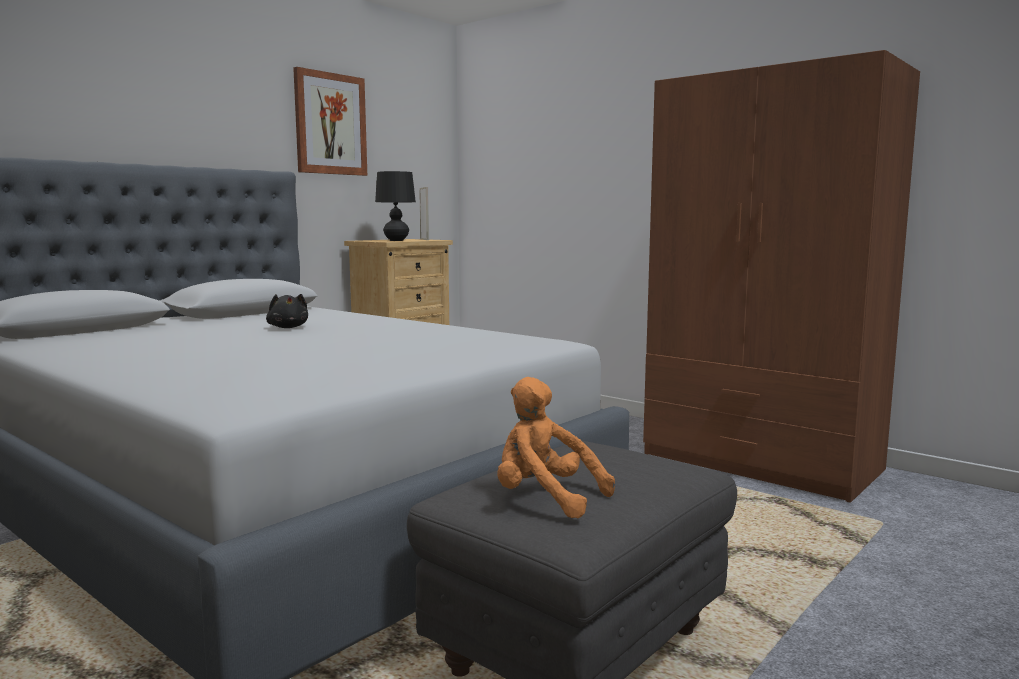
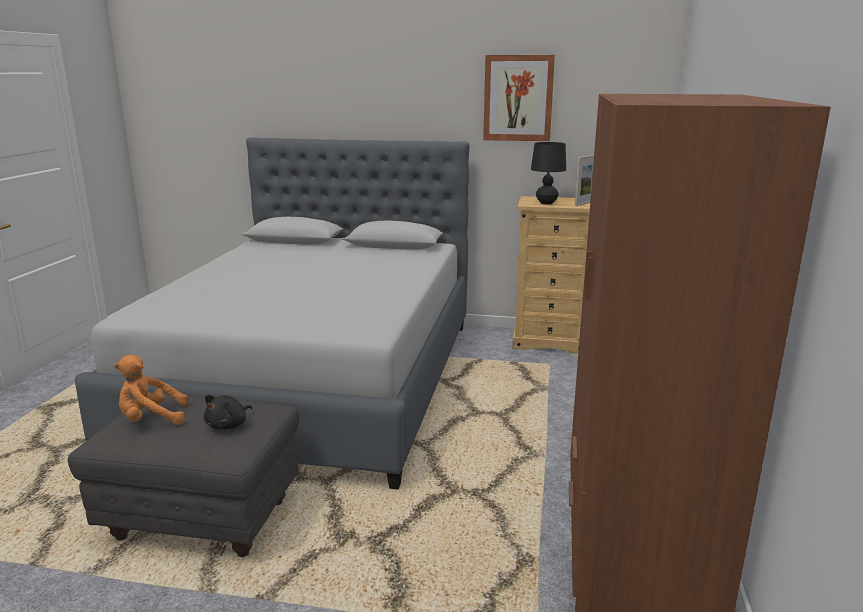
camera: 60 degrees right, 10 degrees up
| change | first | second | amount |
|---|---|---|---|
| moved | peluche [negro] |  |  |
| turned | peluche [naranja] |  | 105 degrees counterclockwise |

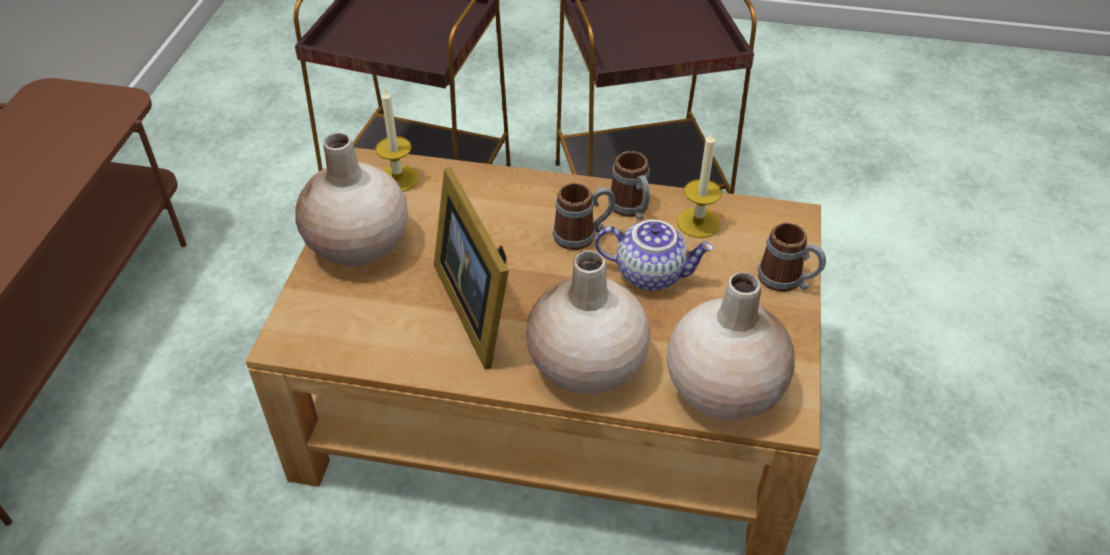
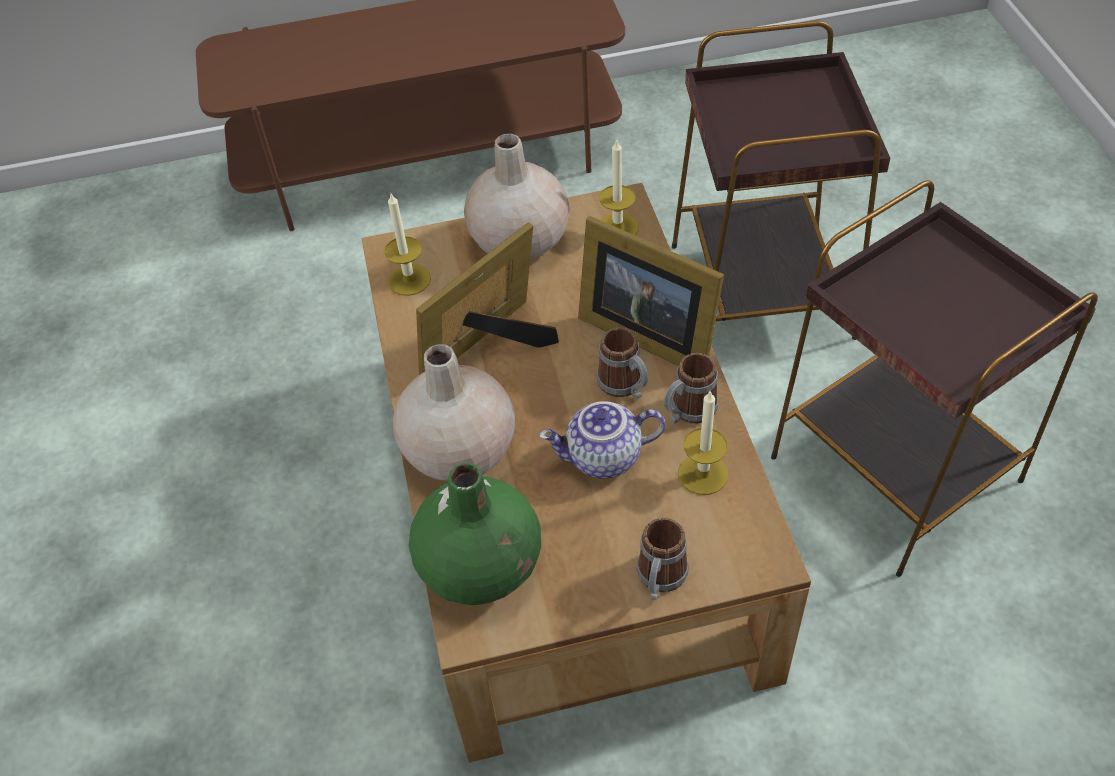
camera: 70 degrees right, 5 degrees up
| change | first | second | amount |
|---|---|---|---|
| turned | tetera |  | 90 degrees clockwise |
| recoloured | florero [beis] (3rd from left) | florero [verde] |  |
| added |  | vela (1st from left) |  |
| added |  | portarretratos (2nd from left) |  |

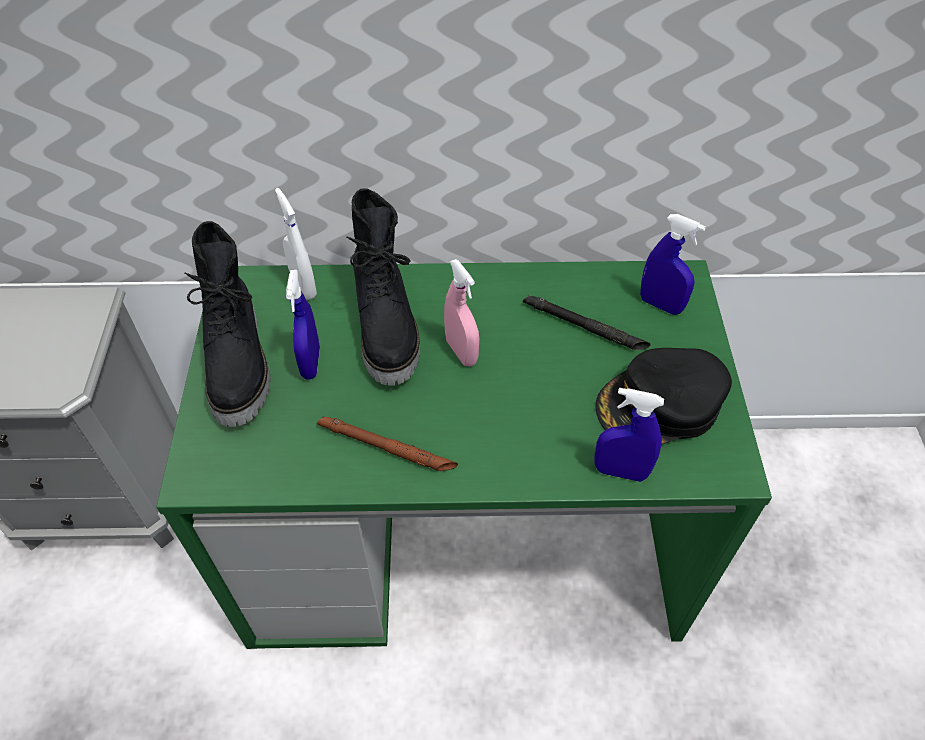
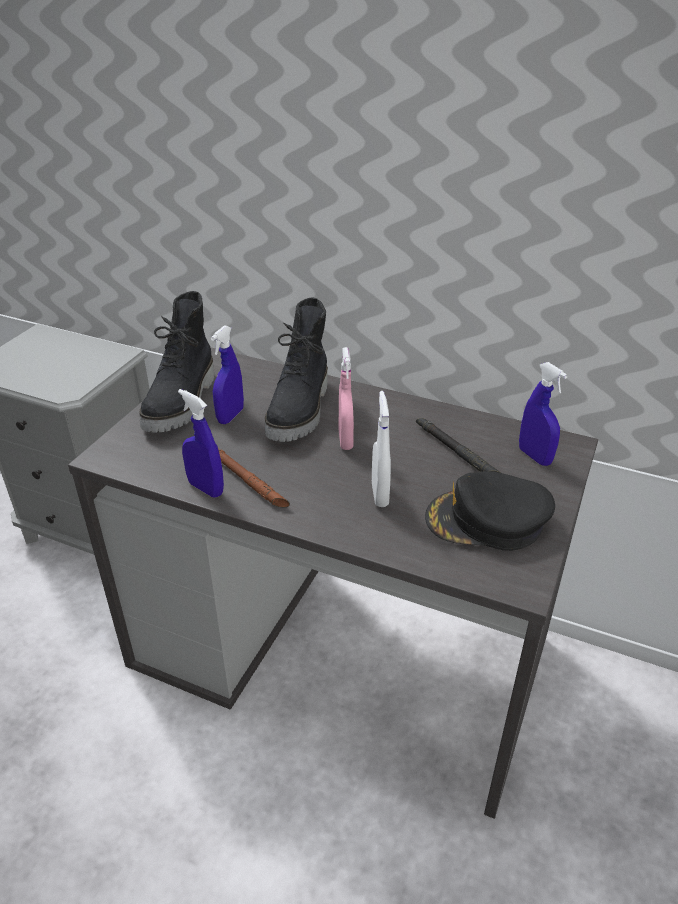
camera: 25 degrees right, 15 degrees down
| change | first | second | amount |
|---|---|---|---|
| moved | pulverizador [blanco] |  |  |
| recoloured | escritorio [verde] | escritorio [gris] |  |
| moved | pulverizador [azul] (2nd from left in the first image) | pulverizador [azul] (1st from left) |  |

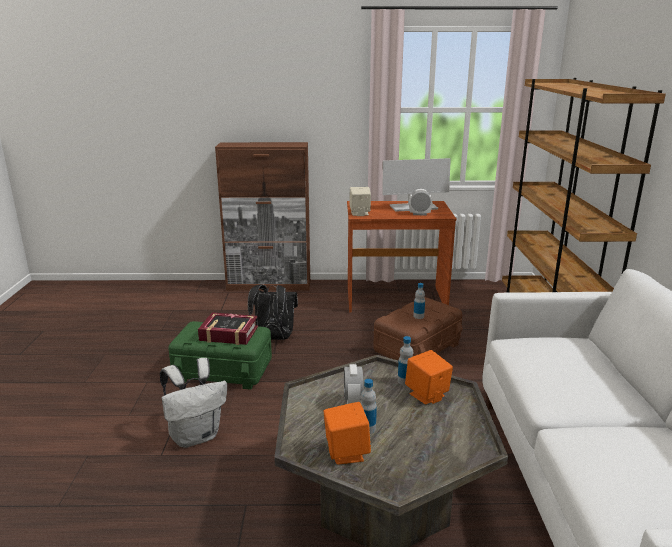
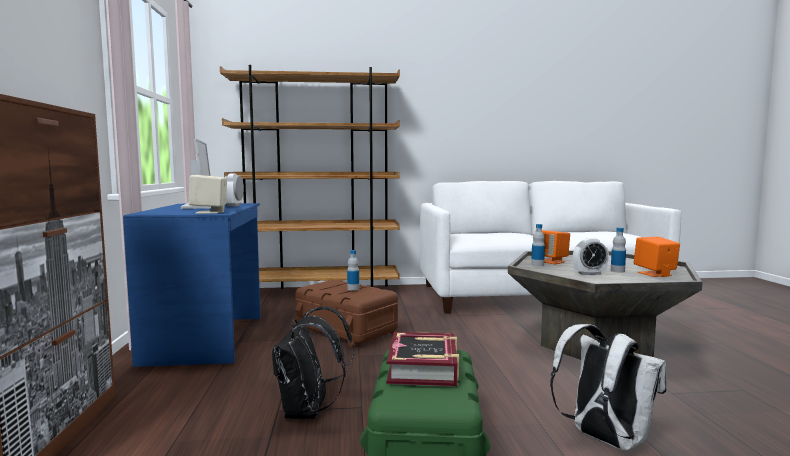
camera: 95 degrees left, 15 degrees down
| change | first | second | amount |
|---|---|---|---|
| recoloured | escritorio [marrón] | escritorio [azul] |  |

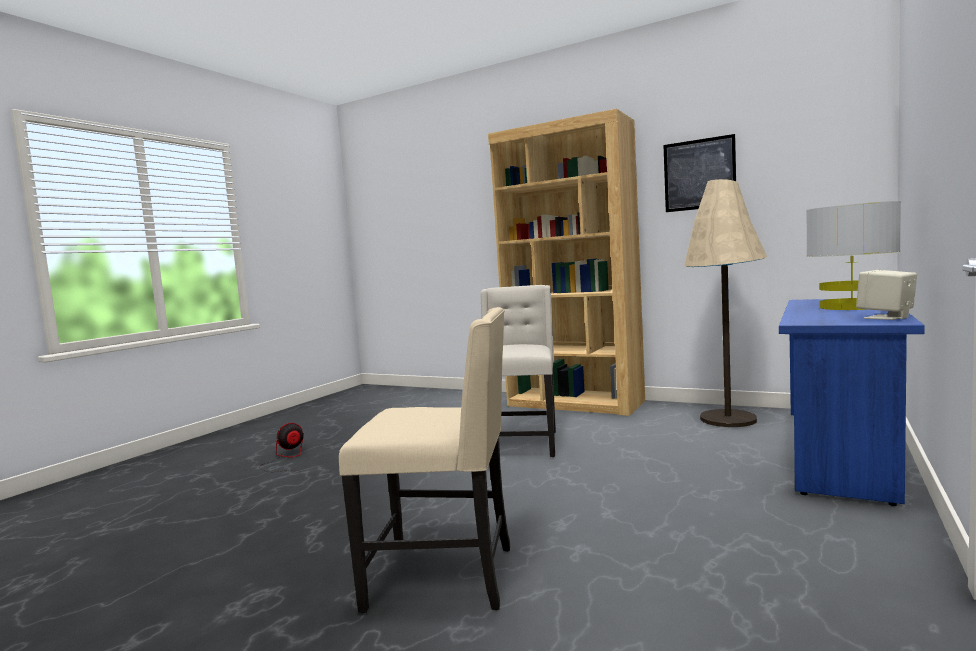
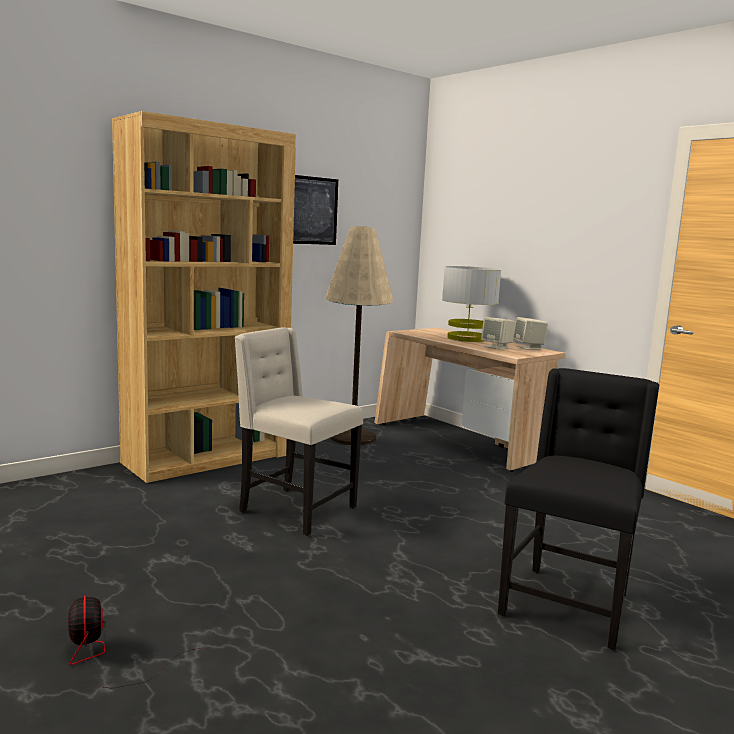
camera: 70 degrees left, 5 degrees up
| change | first | second | amount |
|---|---|---|---|
| recoloured | escritorio [azul] | escritorio [beis] |  |
| recoloured | silla [beis] (1st from left) | silla [negro] |  |
| added |  | altavoz [beis] (1st from left) |  |

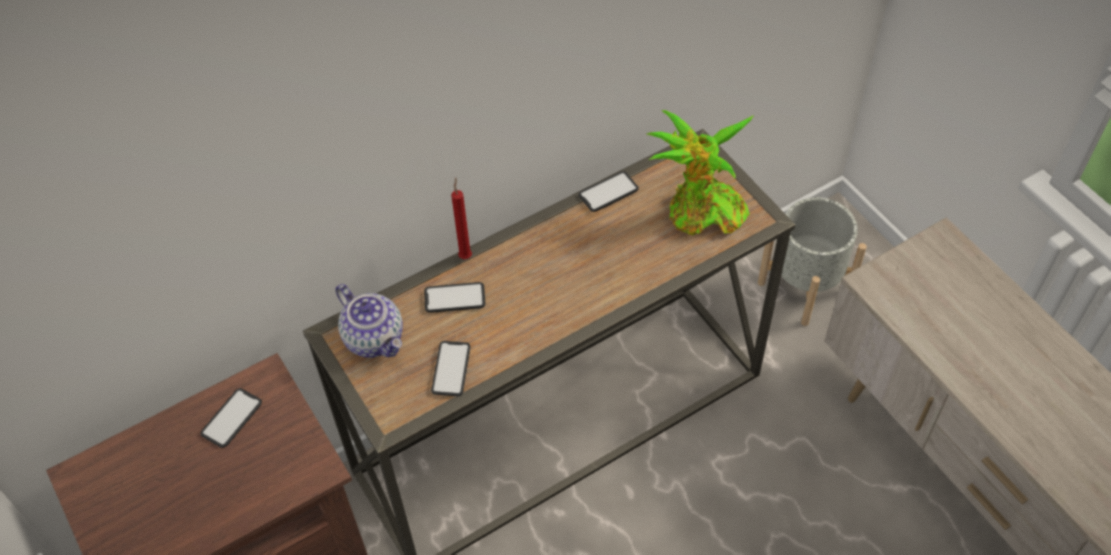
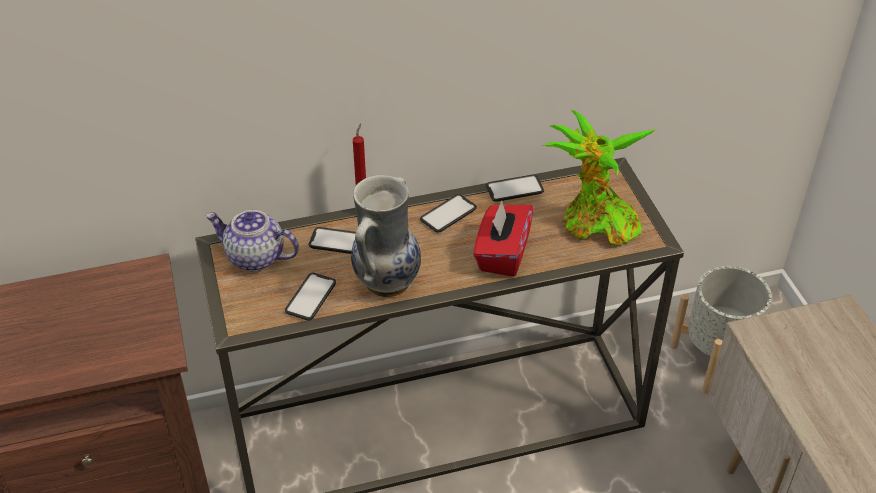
camera: 15 degrees right, 10 degrees down
| change | first | second | amount |
|---|---|---|---|
| turned | tetera |  | 135 degrees clockwise |
| moved | móvil (1st from left in the first image) | móvil (3rd from left) |  |
| added |  | florero |  |
| added |  | caja de pañuelos [rojo] |  |

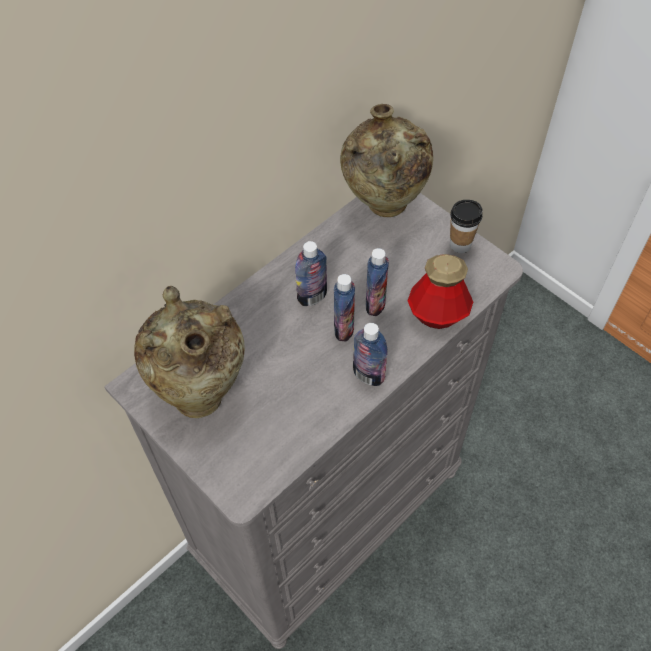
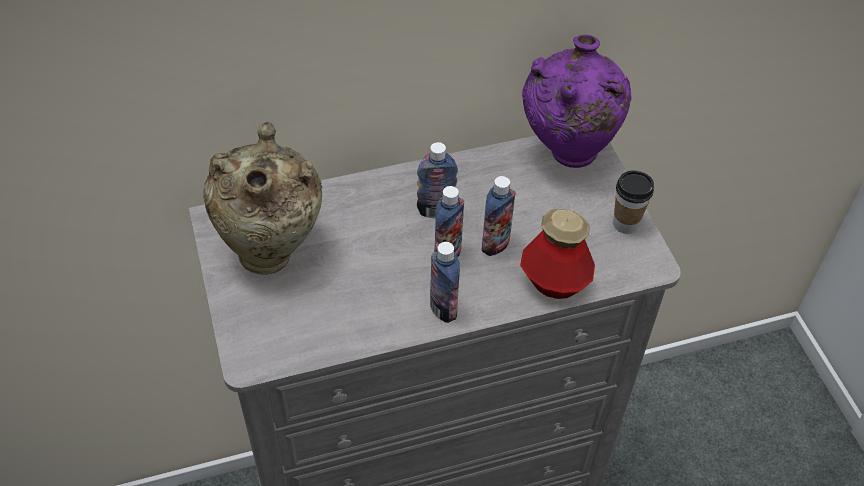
camera: 25 degrees right, 5 degrees down
| change | first | second | amount |
|---|---|---|---|
| recoloured | florero [beis] (2nd from left) | florero [morado] |  |

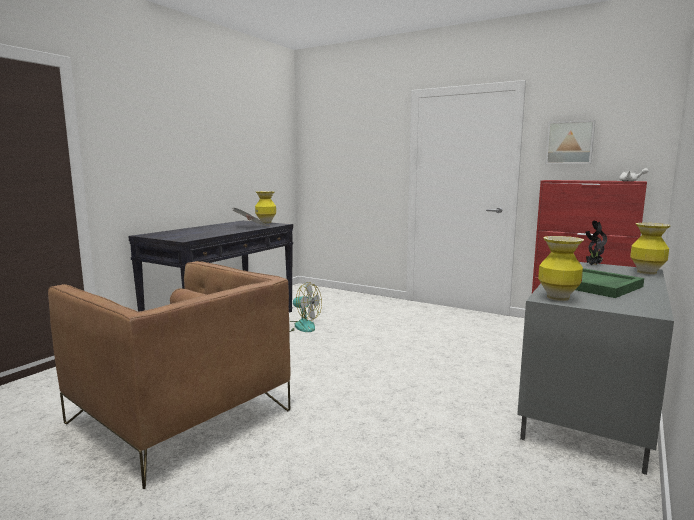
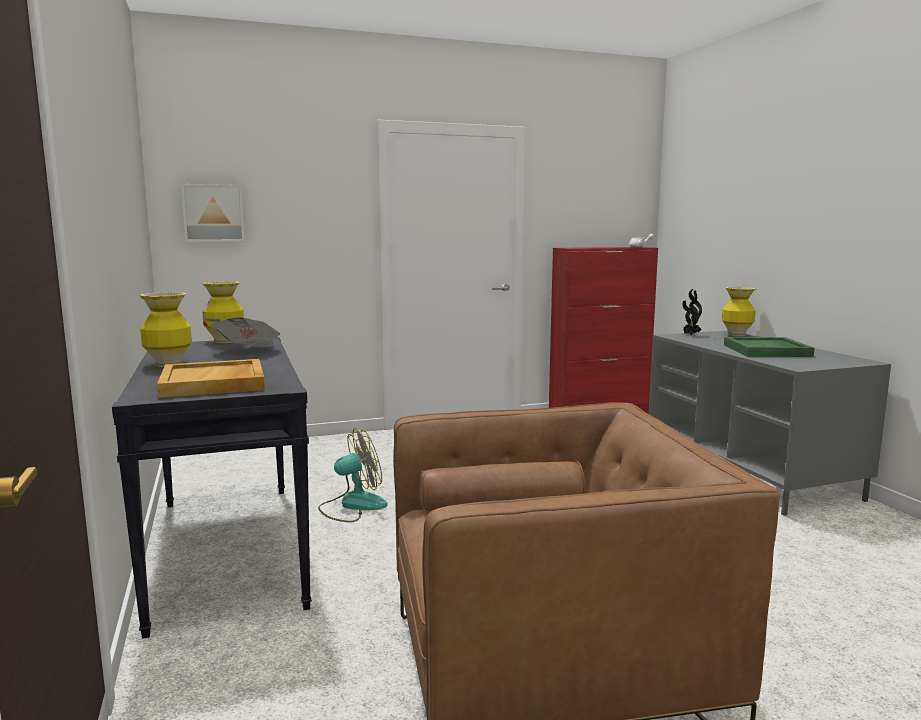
camera: 50 degrees left, 0 degrees up
| change | first | second | amount |
|---|---|---|---|
| moved | cuadro |  |  |
| moved | florero (2nd from left in the first image) | florero (1st from left) |  |
| added |  | bandeja [beis] |  |

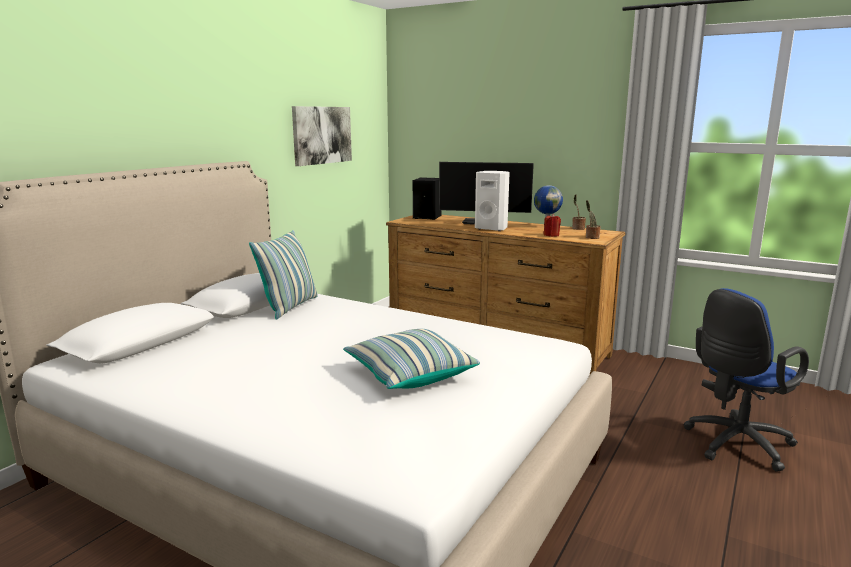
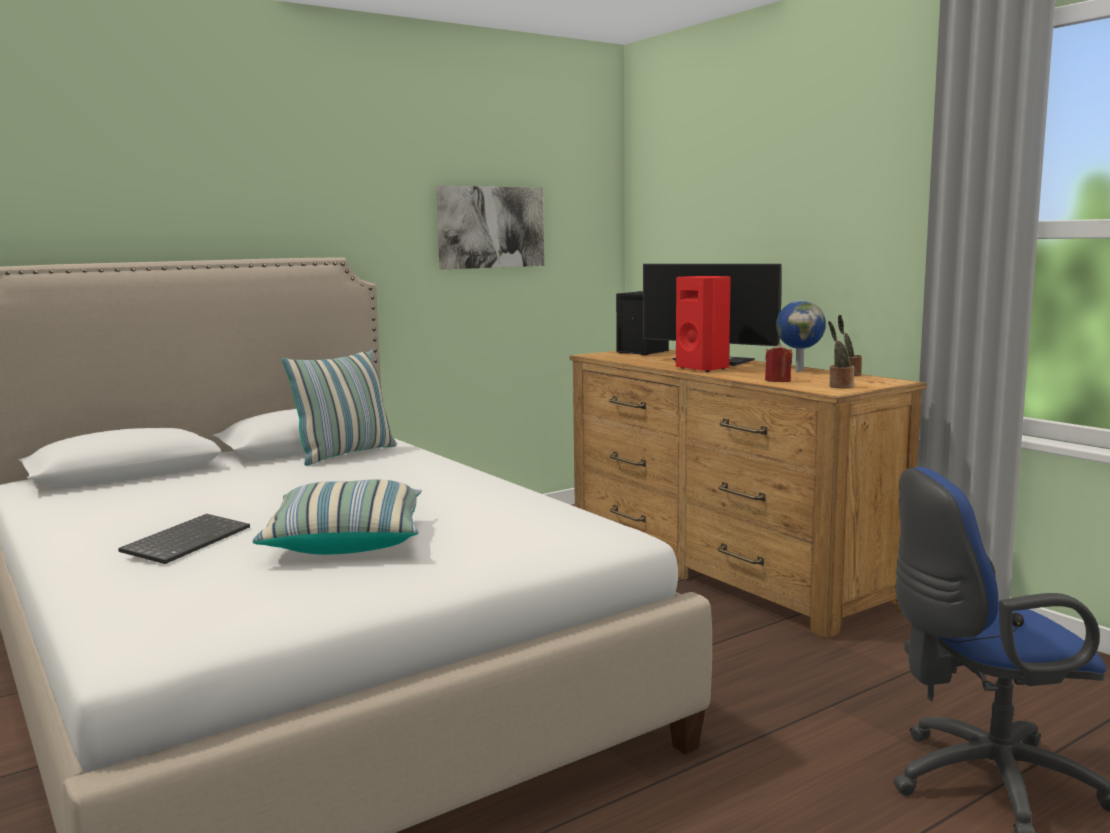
camera: 25 degrees right, 5 degrees down
| change | first | second | amount |
|---|---|---|---|
| recoloured | altavoz [blanco] | altavoz [rojo] |  |
| added |  | teclado |  |

